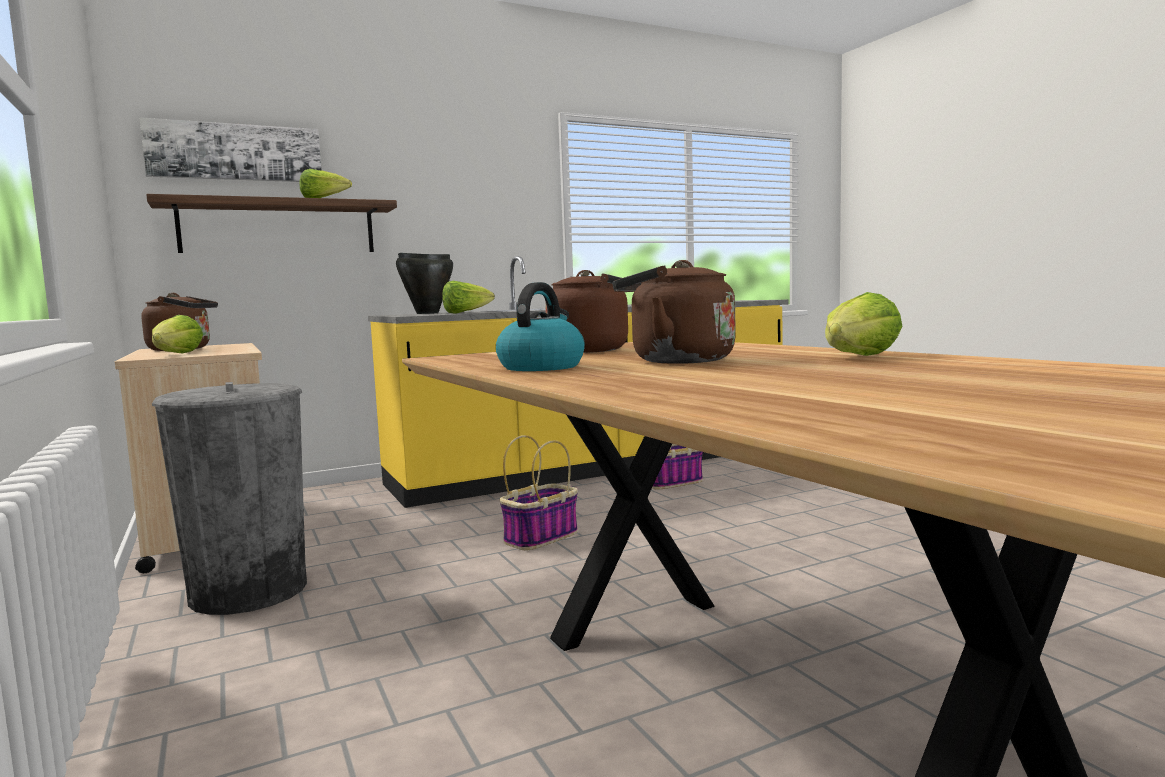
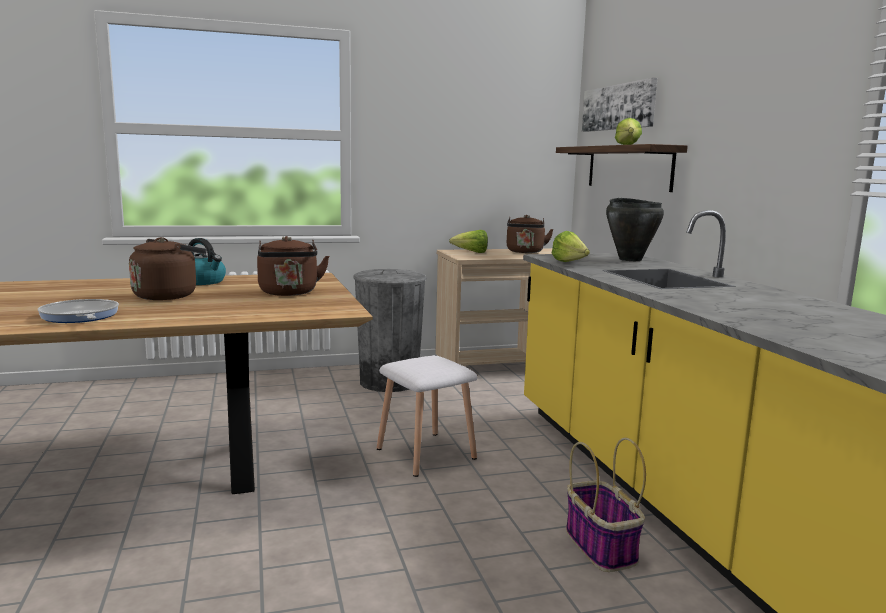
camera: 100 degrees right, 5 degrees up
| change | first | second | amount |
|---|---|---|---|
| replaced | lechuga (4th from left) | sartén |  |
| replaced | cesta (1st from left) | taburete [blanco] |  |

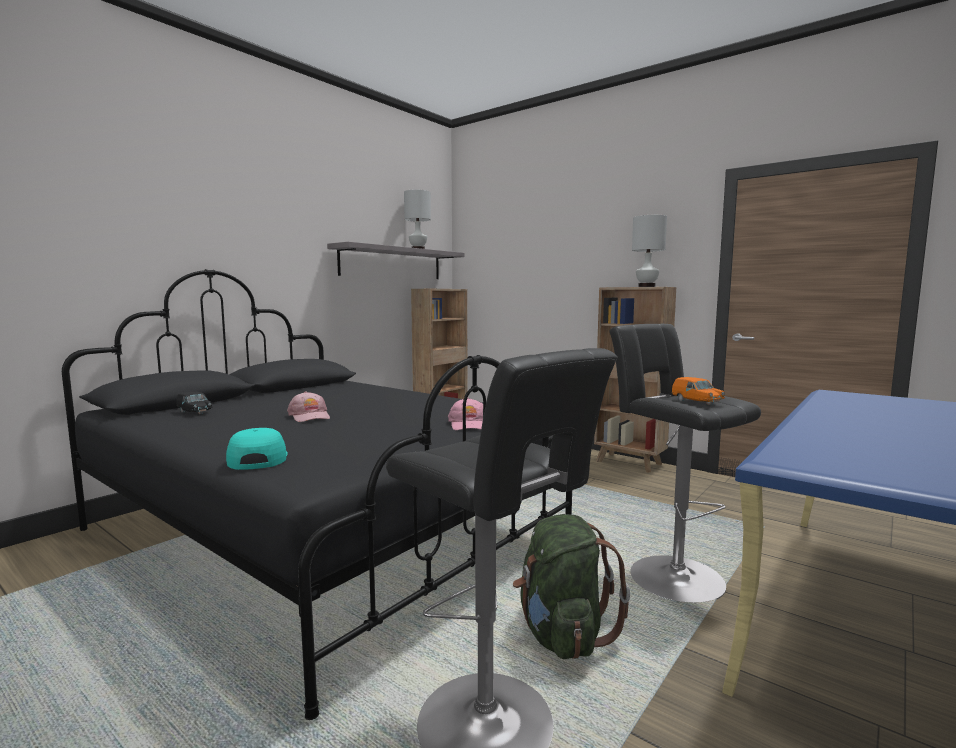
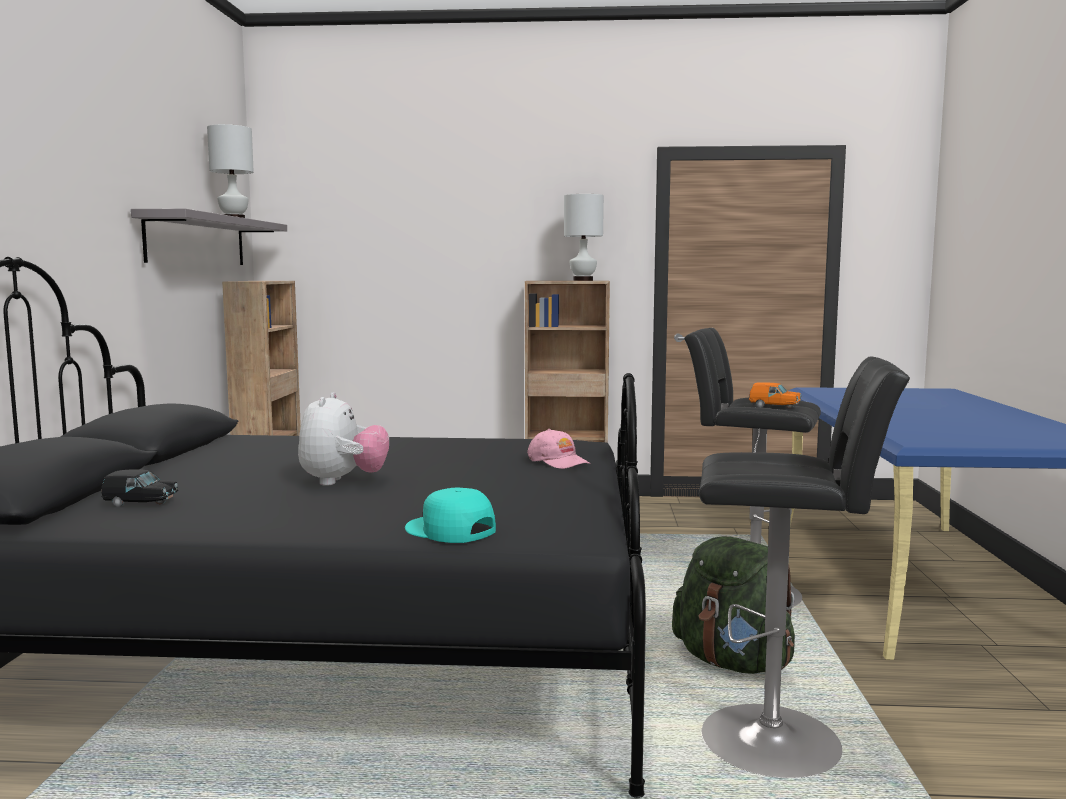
camera: 35 degrees left, 0 degrees up
| change | first | second | amount |
|---|---|---|---|
| replaced | gorra [rosa] (1st from left) | peluche |  |

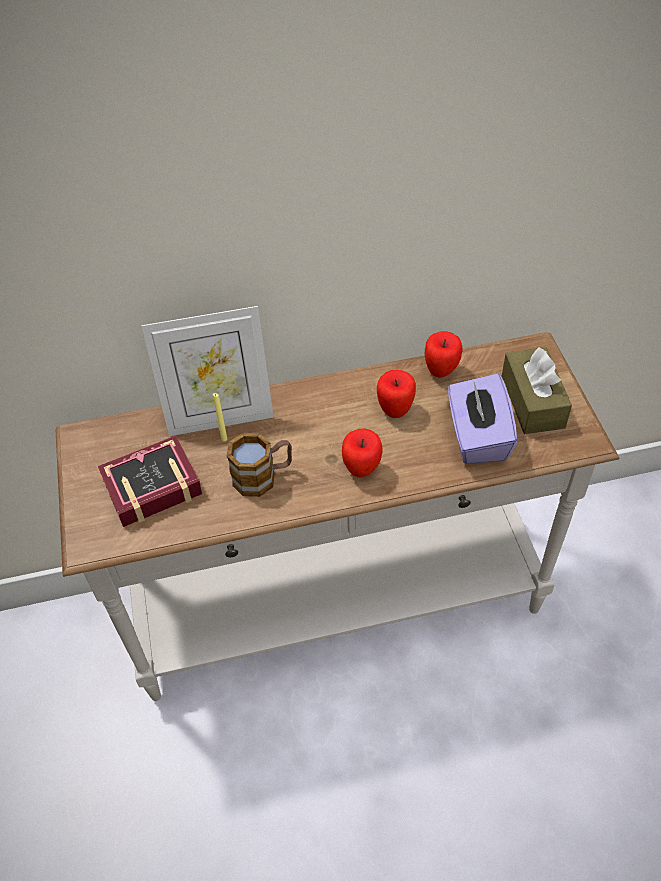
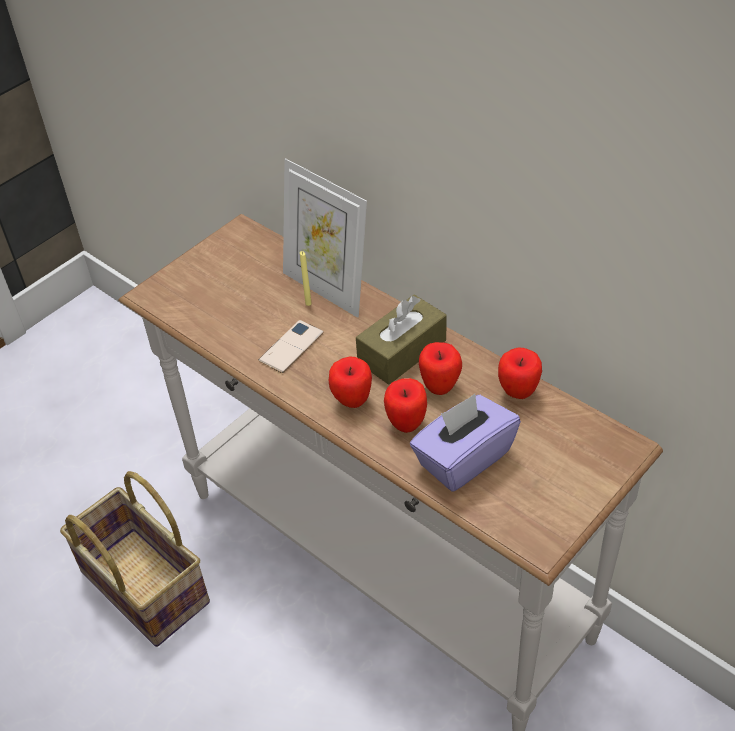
camera: 55 degrees right, 5 degrees down
| change | first | second | amount |
|---|---|---|---|
| moved | caja de pañuelos [marrón] |  |  |
| replaced | taza grande | móvil |  |
| removed | libro |  |  |
| added |  | manzana (2nd from left) |  |
| added |  | cesta |  |

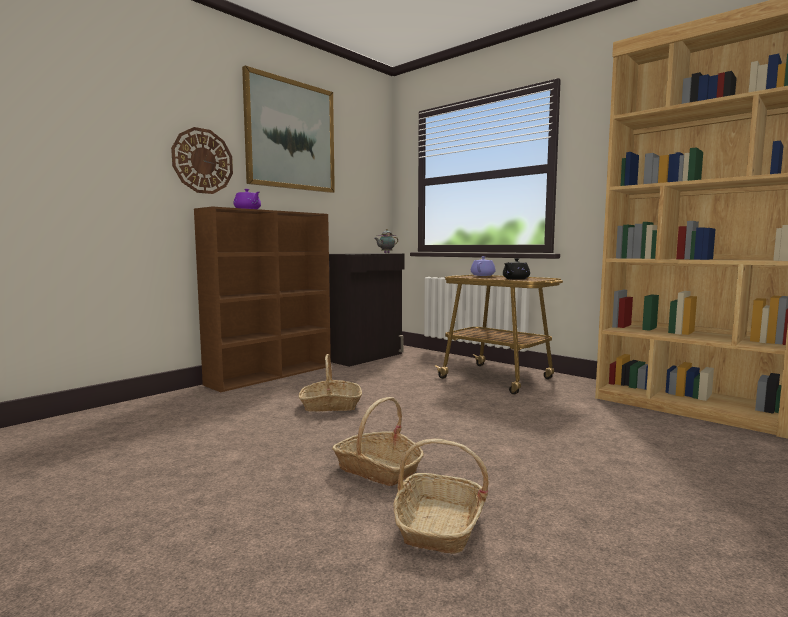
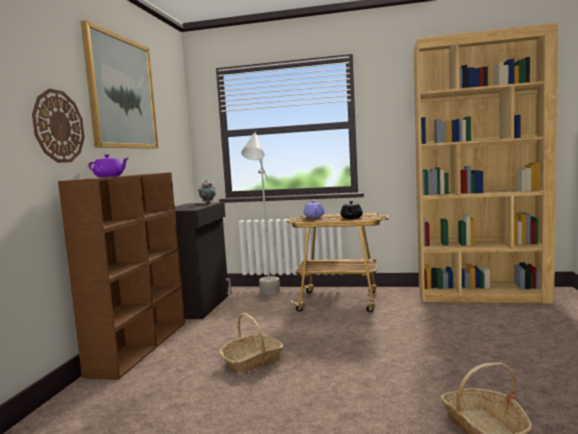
camera: 30 degrees left, 0 degrees up
| change | first | second | amount |
|---|---|---|---|
| removed | cesta (2nd from left) |  |  |
| added |  | lámpara de pie [gris] |  |

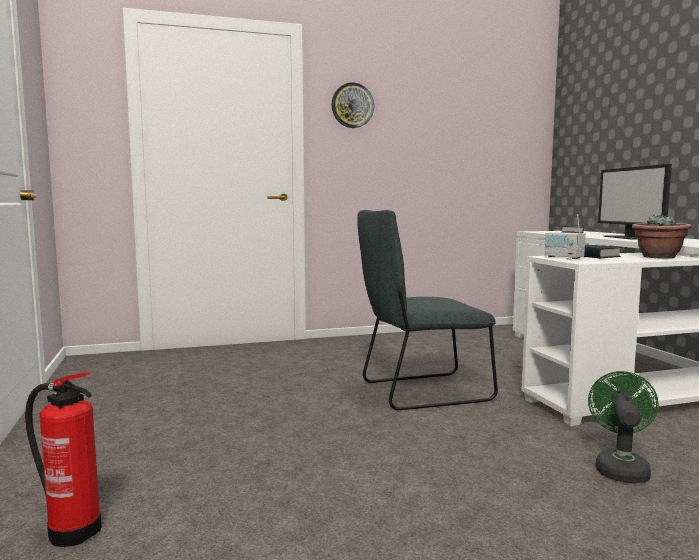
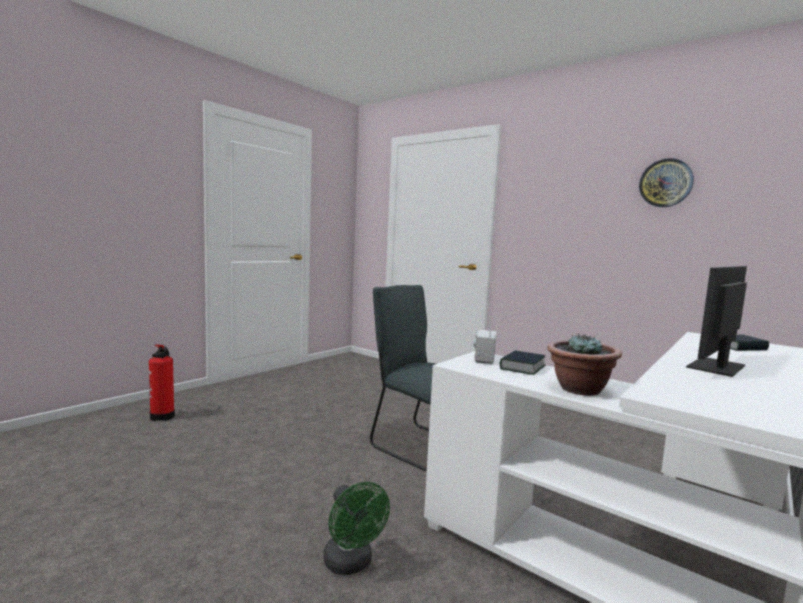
camera: 55 degrees right, 0 degrees up
| change | first | second | amount |
|---|---|---|---|
| moved | reloj de pared |  |  |
| turned | ventilador [verde] |  | 75 degrees clockwise |

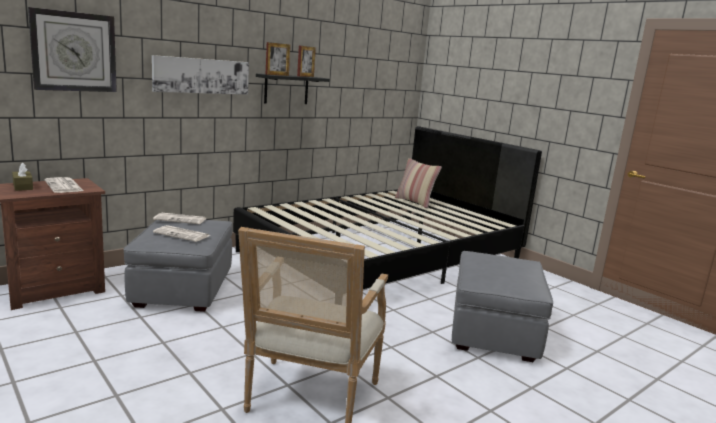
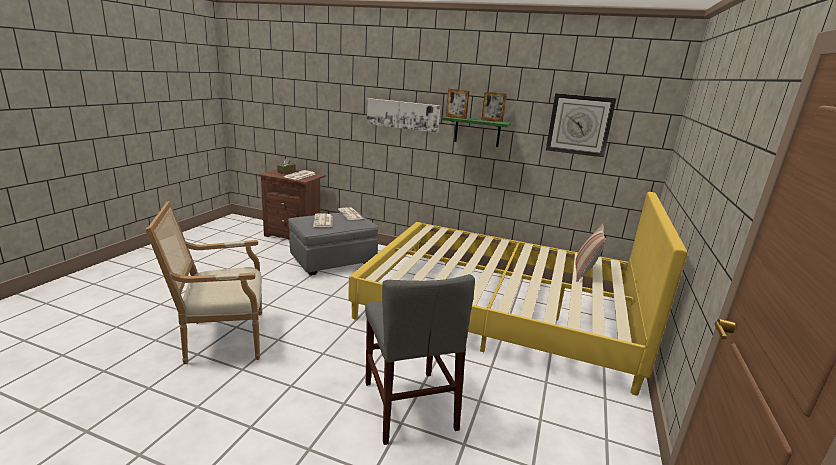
camera: 60 degrees right, 5 degrees up
| change | first | second | amount |
|---|---|---|---|
| moved | reloj de pared |  |  |
| recoloured | estante [negro] | estante [verde] |  |
| recoloured | cama [negro] | cama [amarillo] |  |
| replaced | puf [gris] (2nd from left) | silla [gris] |  |

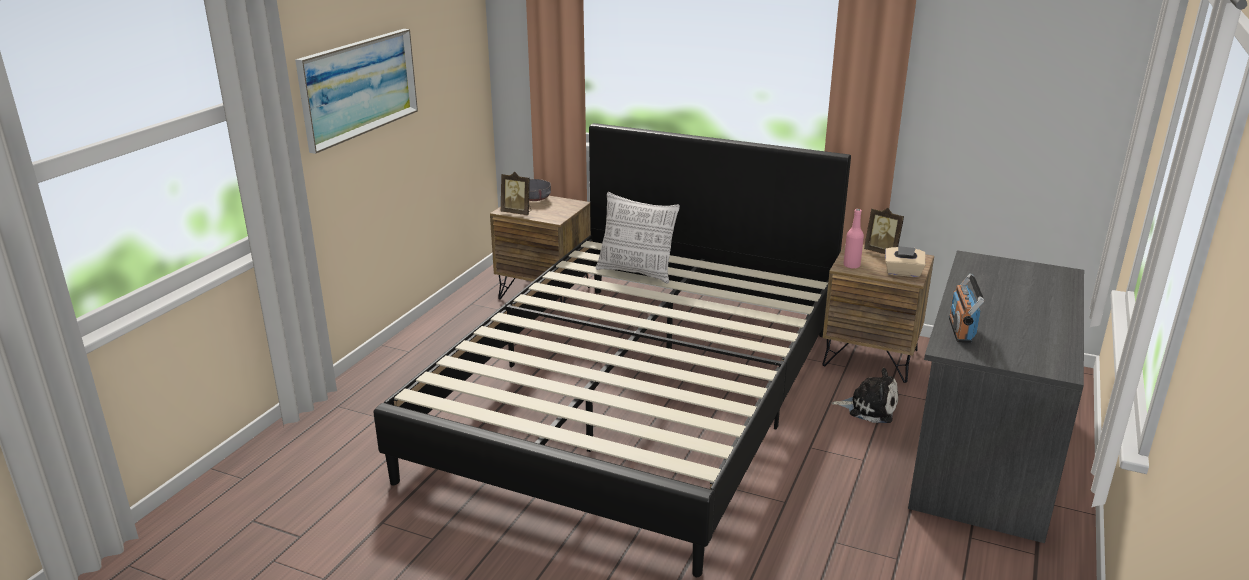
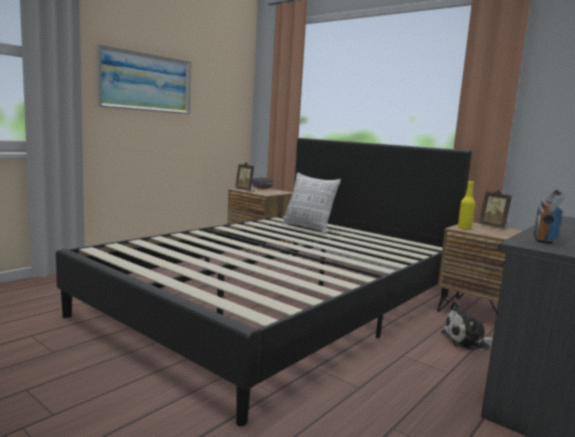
camera: 15 degrees right, 15 degrees down
| change | first | second | amount |
|---|---|---|---|
| recoloured | botella [rosa] | botella [amarillo] |  |
| removed | caja de pañuelos [beis] |  |  |
| turned | peluche |  | 135 degrees clockwise |

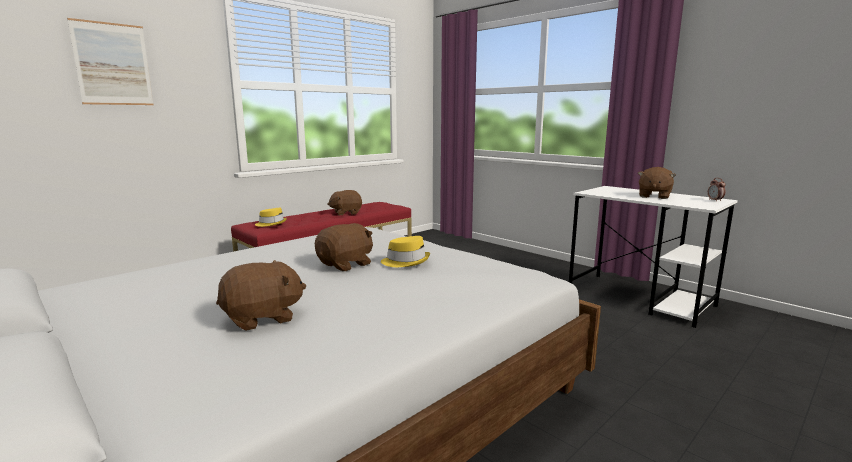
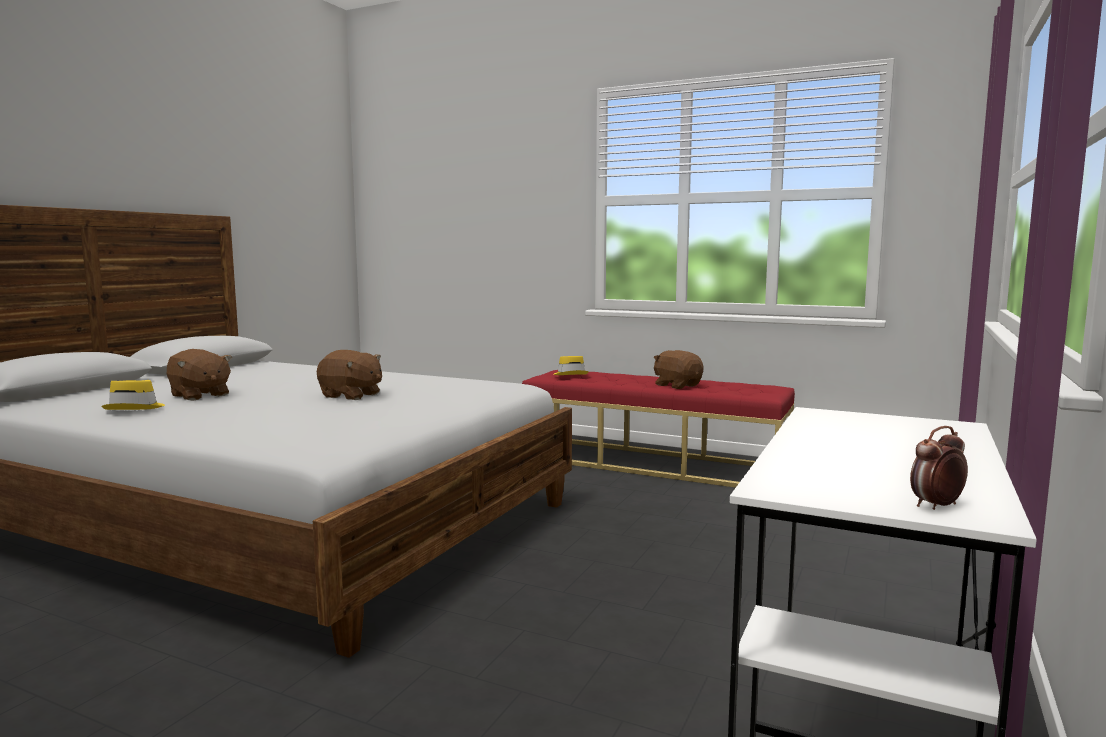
camera: 70 degrees right, 5 degrees down
| change | first | second | amount |
|---|---|---|---|
| removed | cuadro |  |  |
| removed | peluche [marrón] (4th from left) |  |  |
| moved | sombrero [amarillo] (2nd from left in the first image) | sombrero [amarillo] (1st from left) |  |

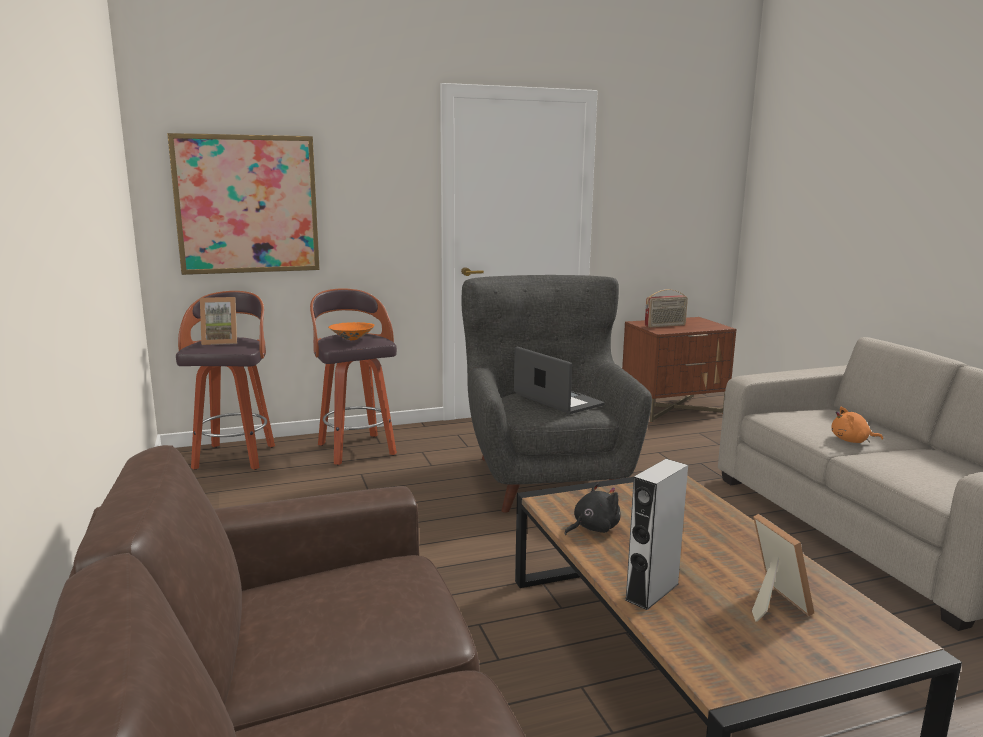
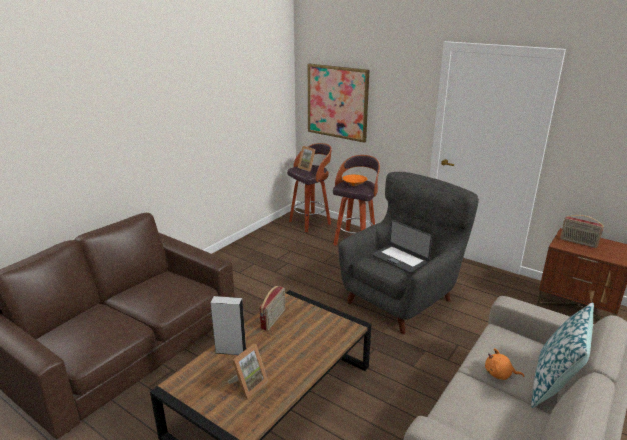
camera: 55 degrees right, 10 degrees up
| change | first | second | amount |
|---|---|---|---|
| turned | portátil |  | 120 degrees clockwise |
| turned | peluche [naranja] |  | 45 degrees counterclockwise |
| replaced | peluche [negro] | radio (1st from left) |  |
| added |  | cojín |  |

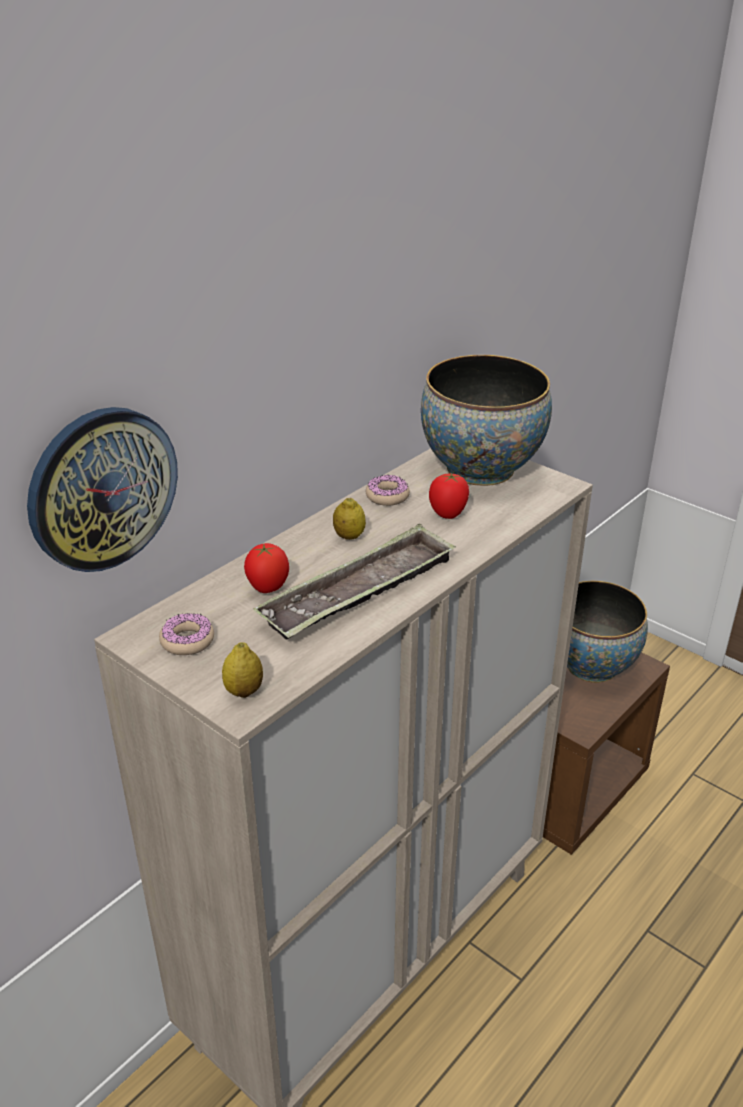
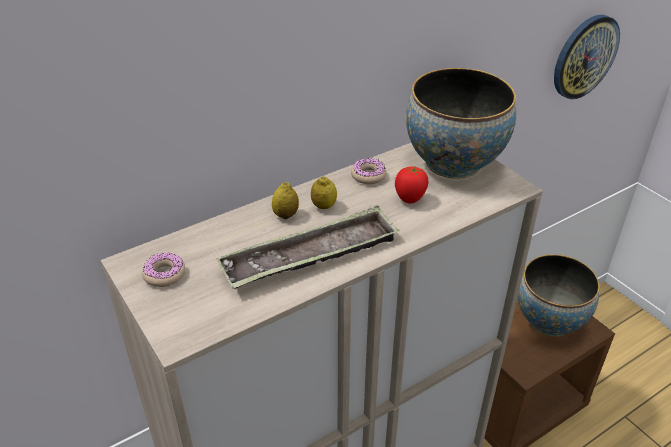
camera: 15 degrees right, 5 degrees up
| change | first | second | amount |
|---|---|---|---|
| moved | reloj de pared |  |  |
| removed | tomate (1st from left) |  |  |
| moved | limón (1st from left) |  |  |

